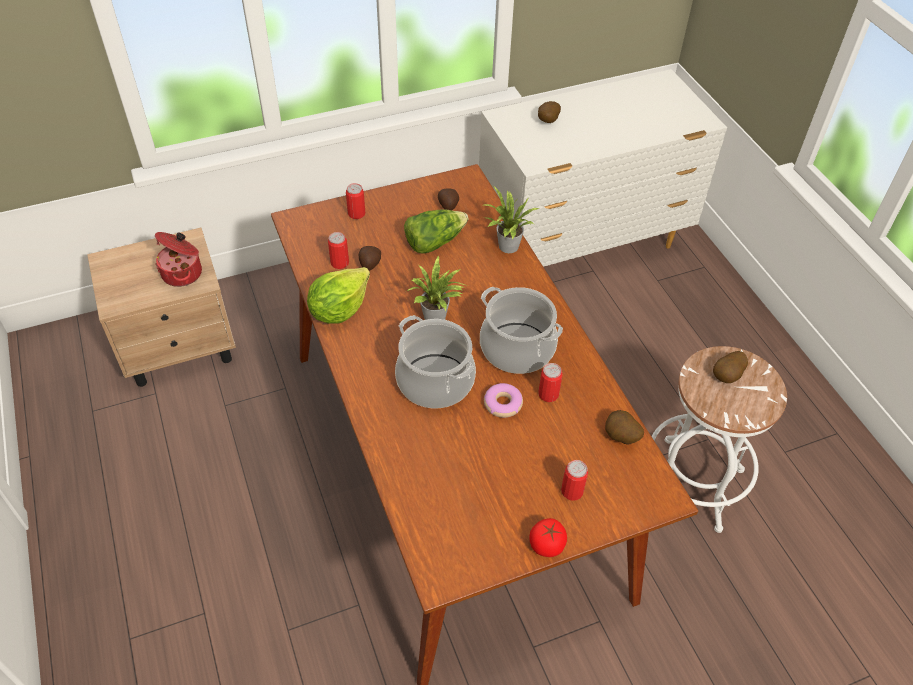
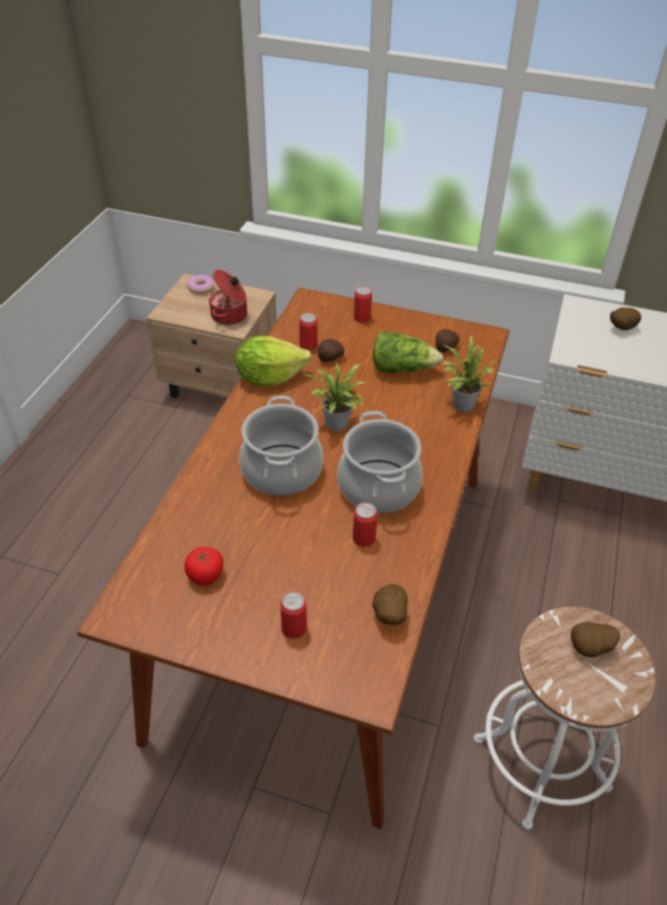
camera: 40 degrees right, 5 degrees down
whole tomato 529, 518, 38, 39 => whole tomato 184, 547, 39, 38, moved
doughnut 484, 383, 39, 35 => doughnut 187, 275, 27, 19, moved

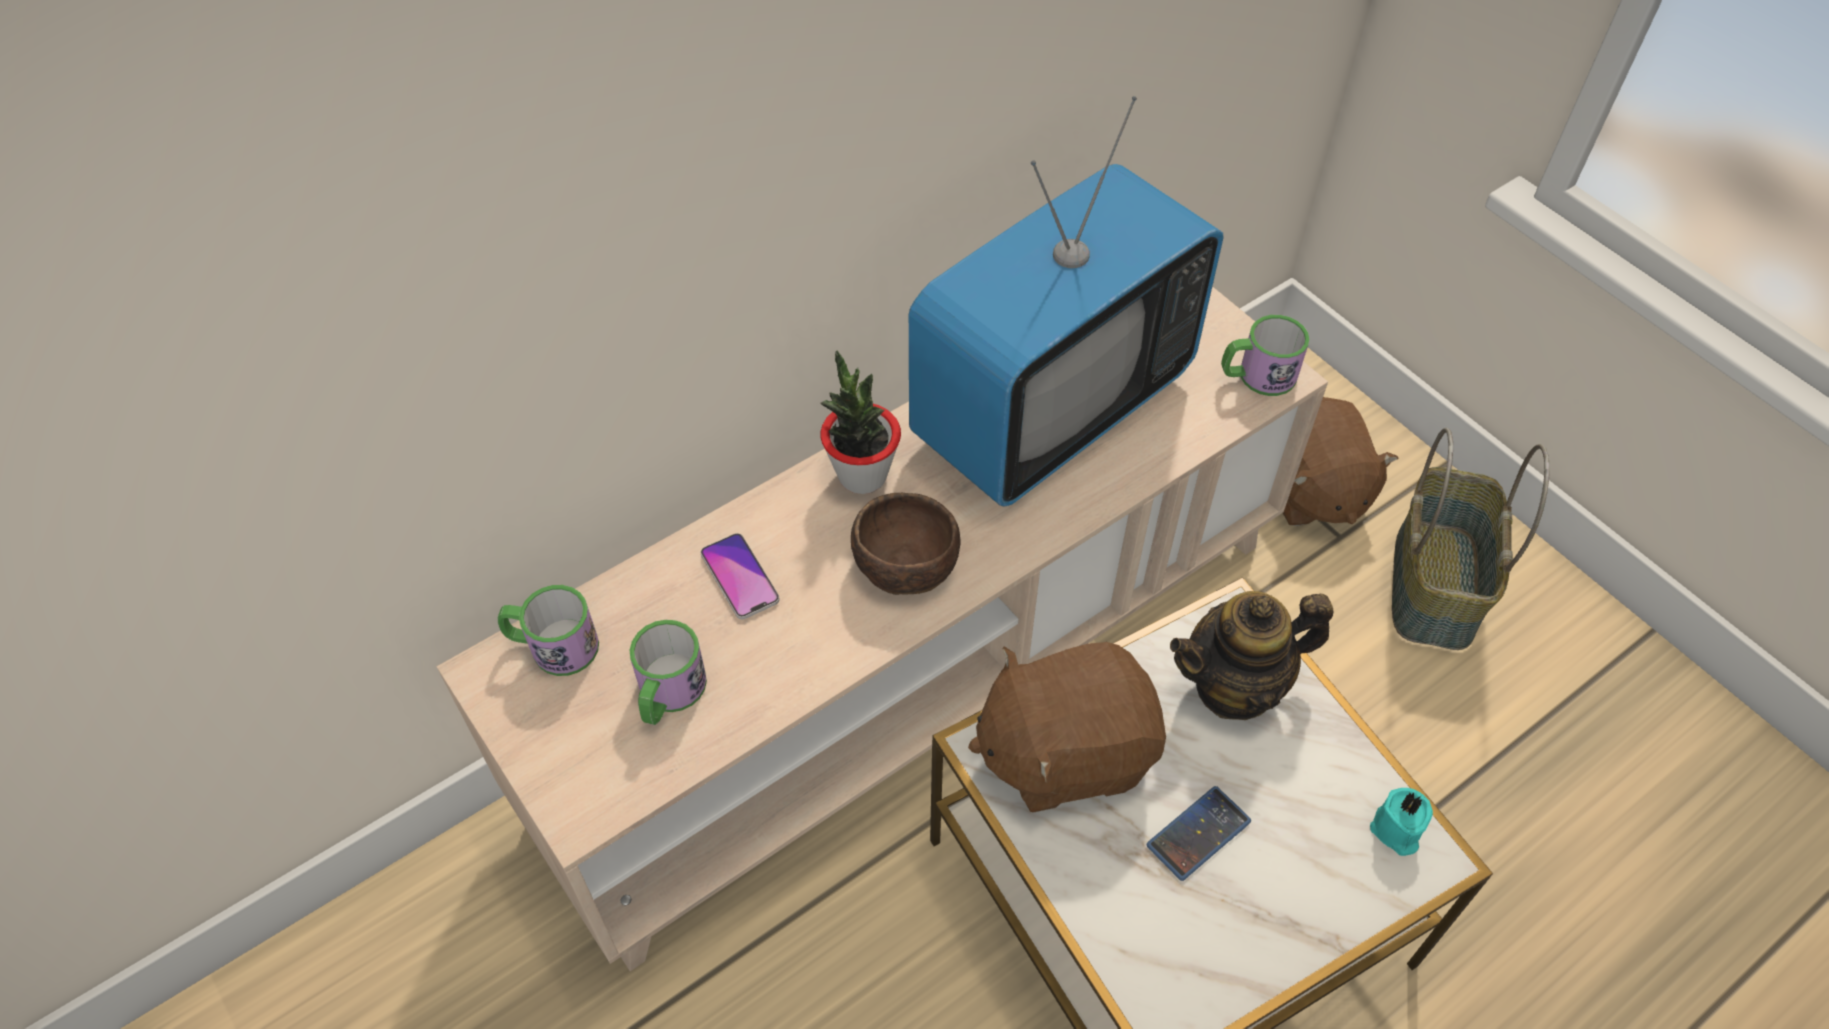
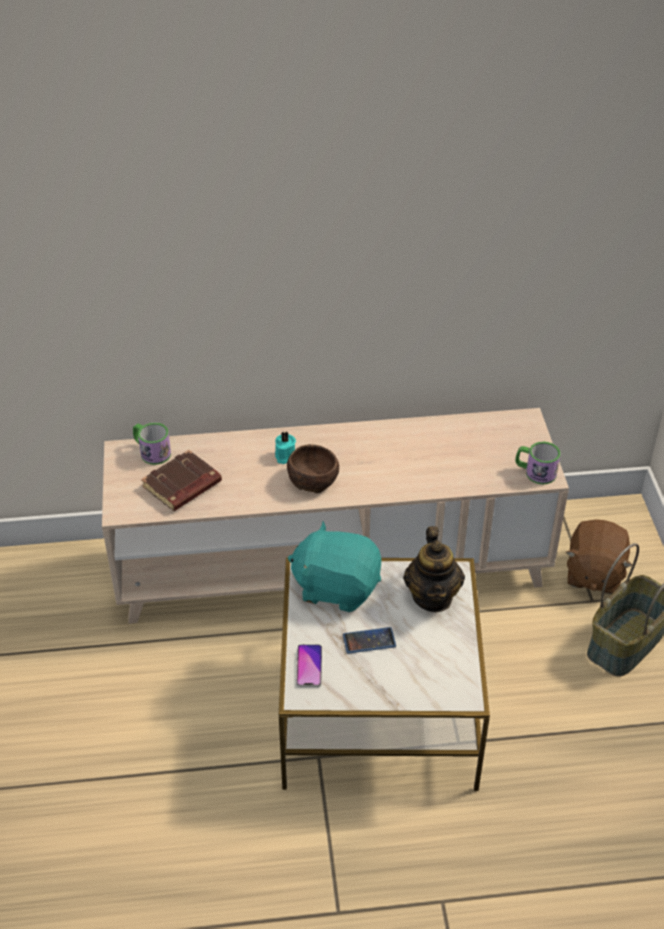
camera: 30 degrees right, 10 degrees down
mug 630, 620, 77, 105 => book in brownish 141, 450, 81, 61
candle in blue-green 1370, 788, 63, 68 => candle in blue-green 275, 431, 21, 33, moved
soft toy in brownish 968, 642, 198, 171 => soft toy in blue-green 288, 521, 93, 91
phone 701, 533, 79, 86 => phone 296, 644, 26, 43, moved
teapot 1170, 591, 163, 129 => teapot 403, 526, 62, 86, 105 degrees counterclockwise
houseplant 820, 350, 81, 144 => nothing
TV set 909, 96, 314, 411 => nothing

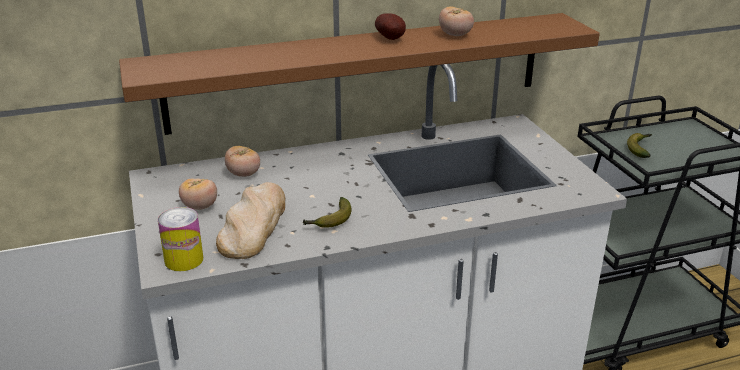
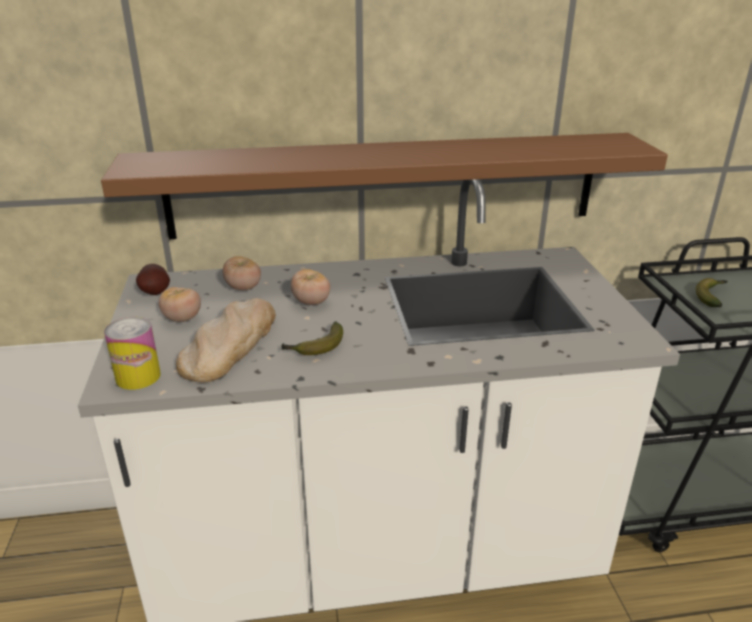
camera: 10 degrees right, 0 degrees up
spud 375, 13, 31, 27 => spud 136, 264, 34, 31, moved
whole tomato 439, 7, 35, 29 => whole tomato 291, 269, 39, 36, moved

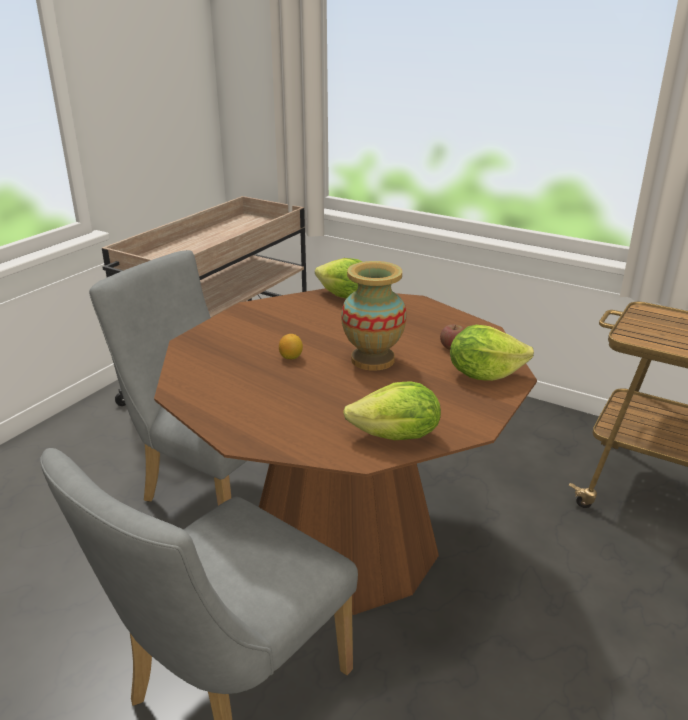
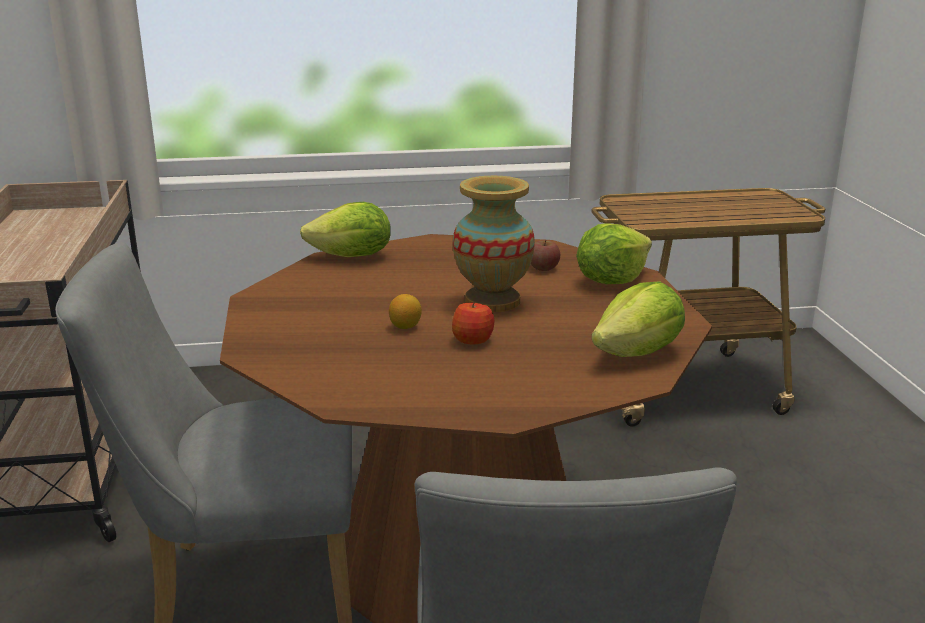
camera: 40 degrees left, 5 degrees down
nothing => apple fruit 452, 299, 42, 46

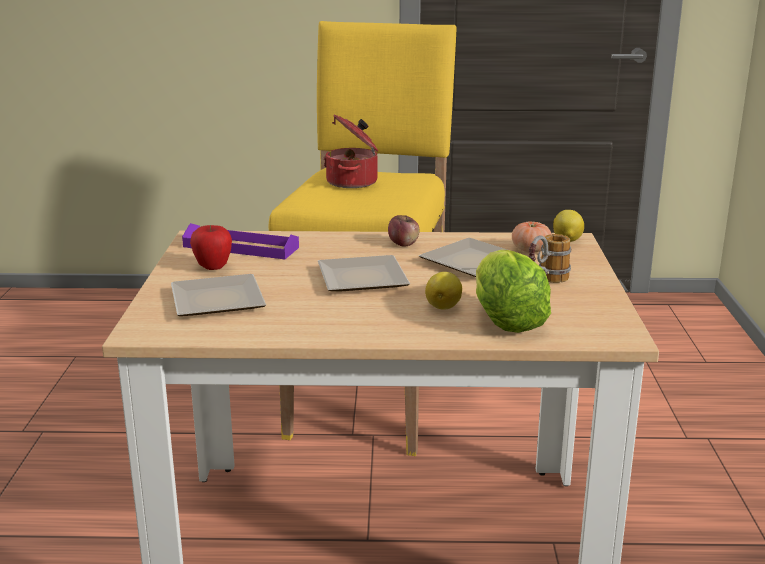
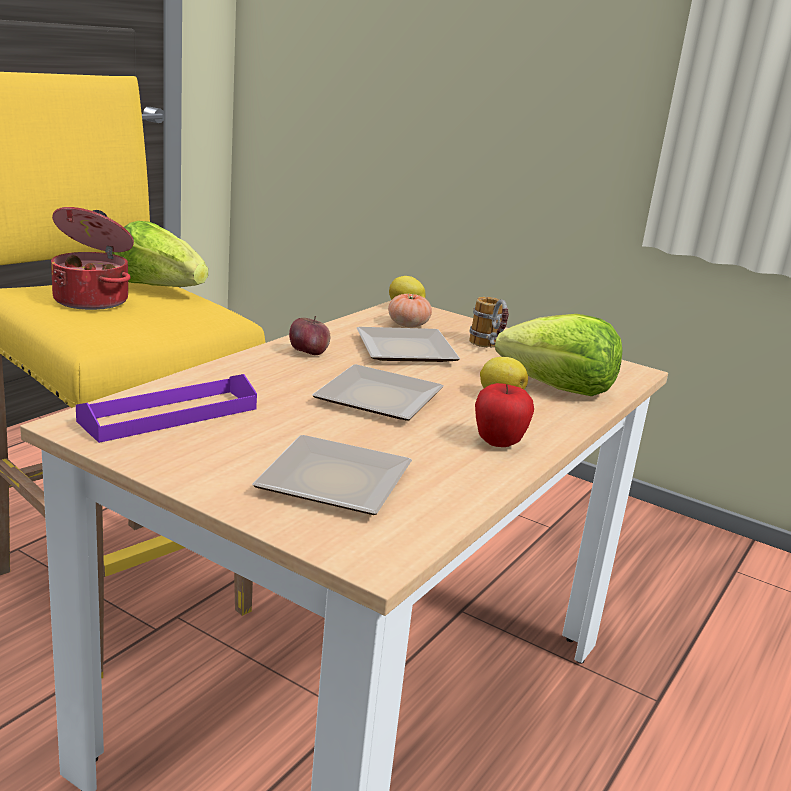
camera: 60 degrees left, 0 degrees up
nothing => lettuce 112, 221, 96, 66
apple fruit 190, 225, 42, 45 => apple fruit 475, 383, 59, 64, moved

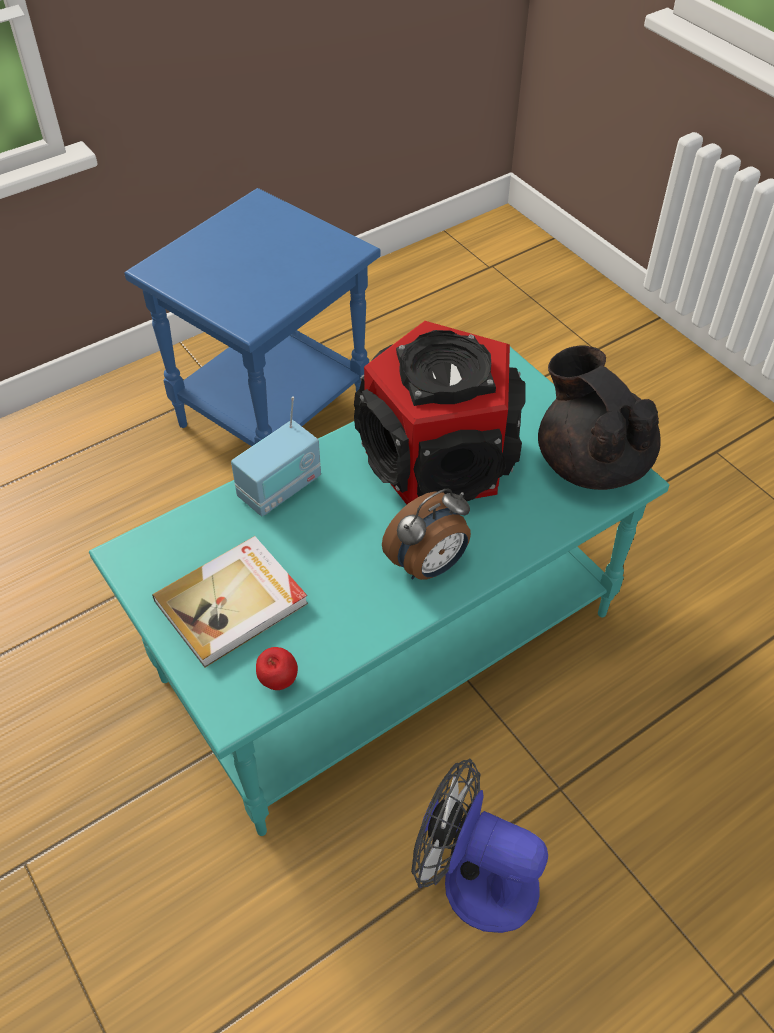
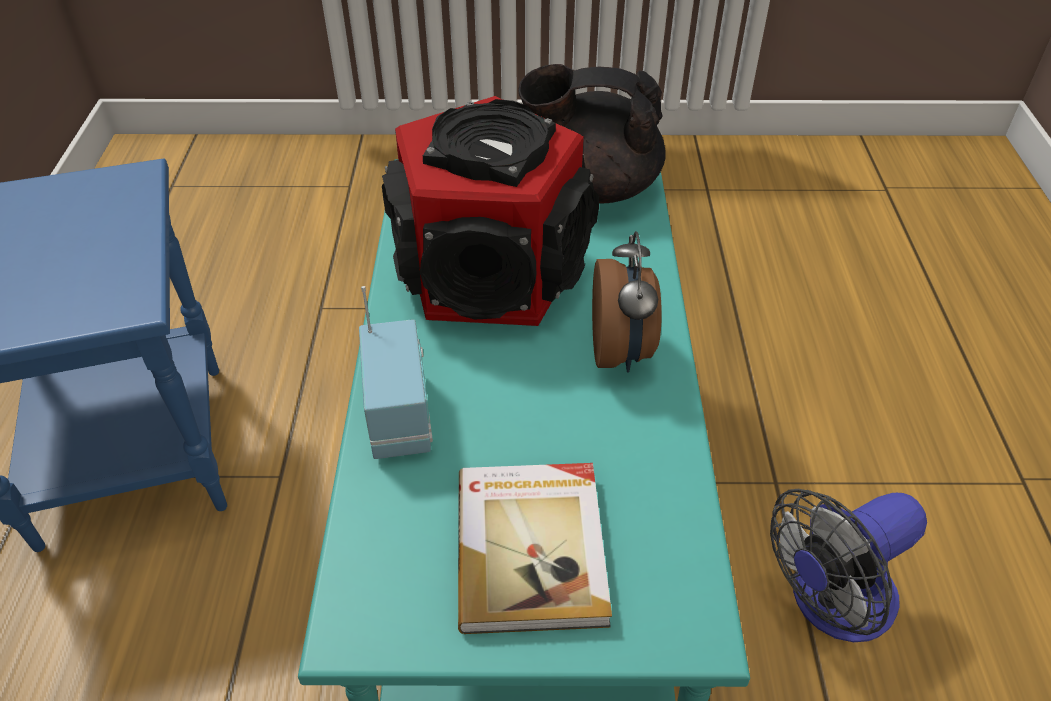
camera: 55 degrees left, 5 degrees down
apple fruit 256, 647, 42, 43 => nothing

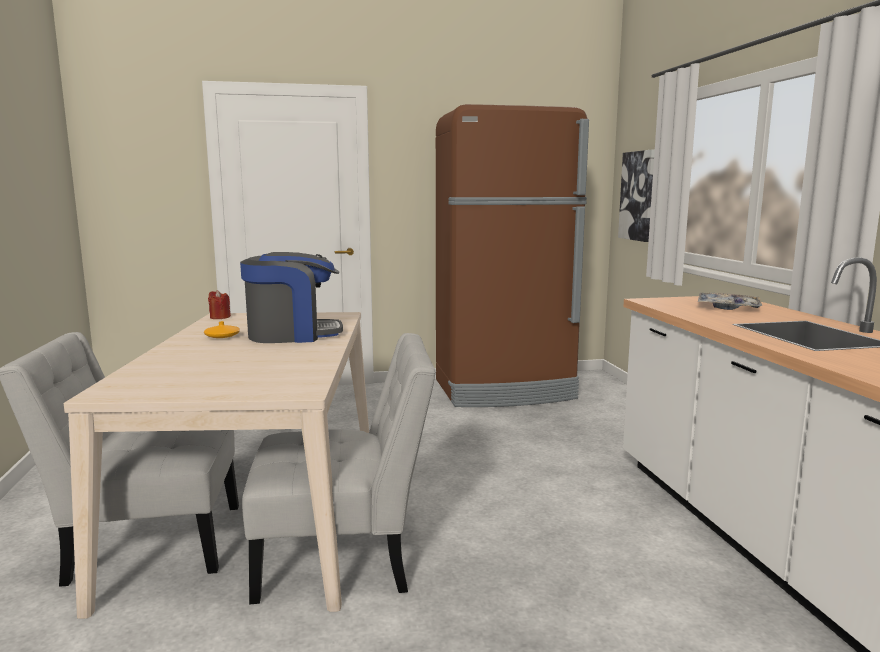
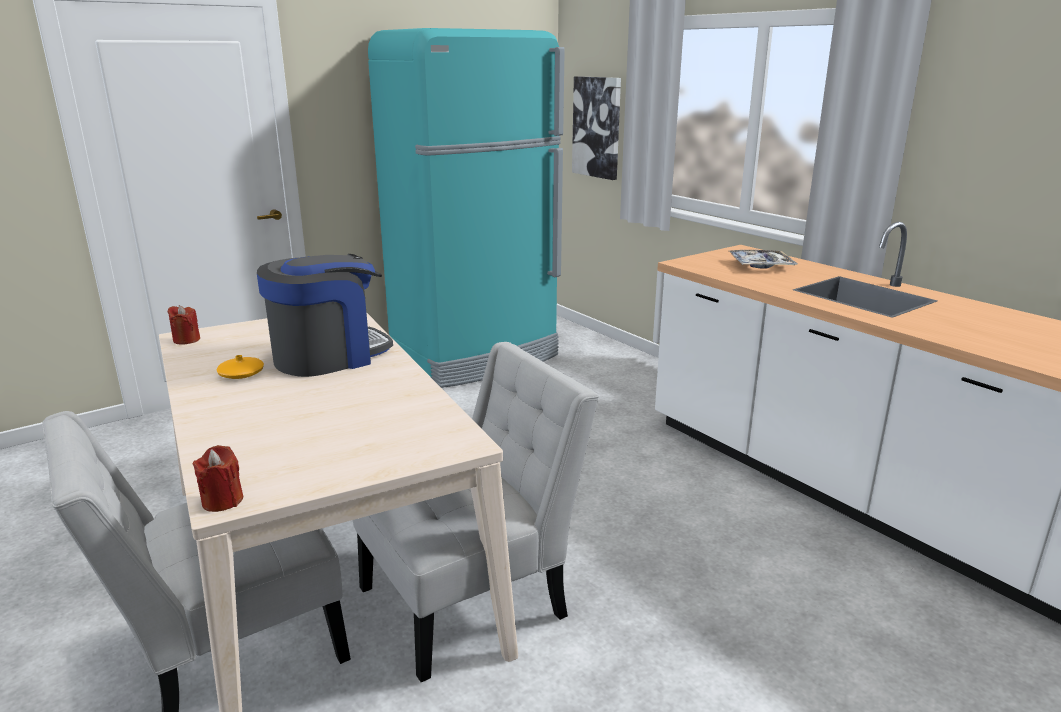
camera: 25 degrees left, 10 degrees up
nothing => candle in red-coloured 193, 445, 51, 67
refrigerator in brownish 436, 104, 153, 303 => refrigerator in blue-green 368, 28, 197, 360

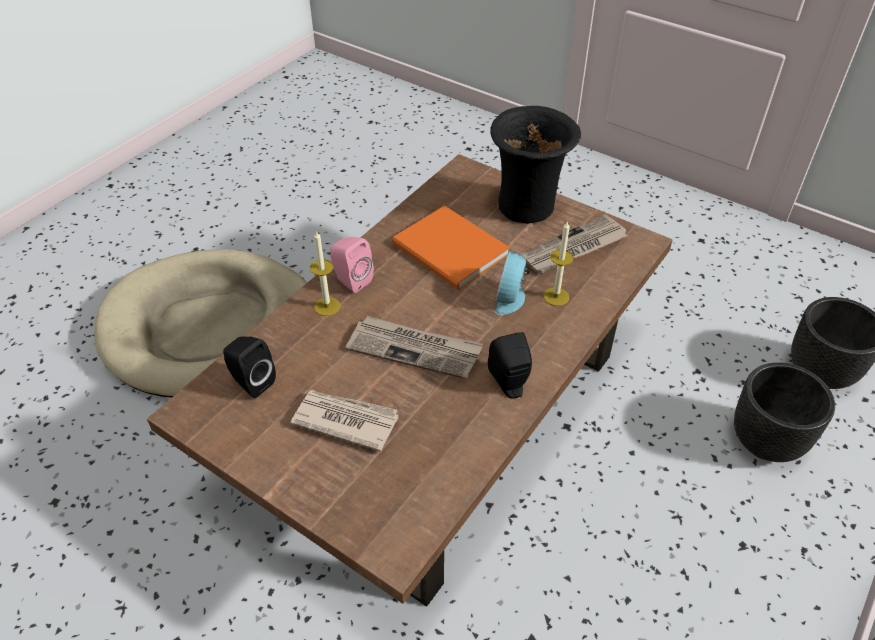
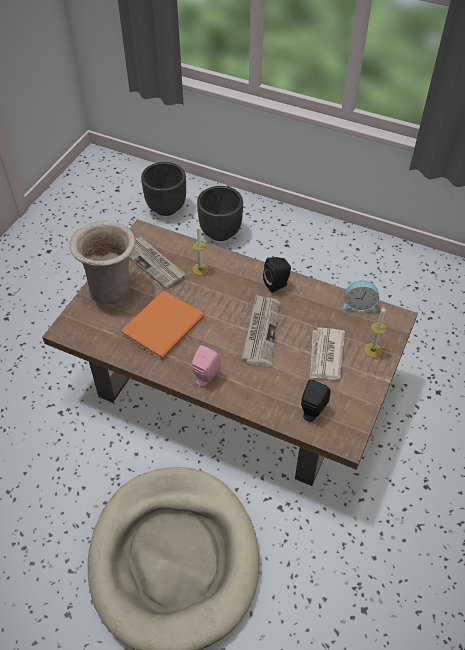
camera: 100 degrees left, 5 degrees up
decorative vase in black 490, 106, 91, 118 => decorative vase in sand-coloured 69, 220, 67, 84
table clock 495, 251, 34, 64 => table clock 342, 280, 37, 32, moved
candle 310, 230, 30, 86 => candle 364, 308, 23, 50, moved

